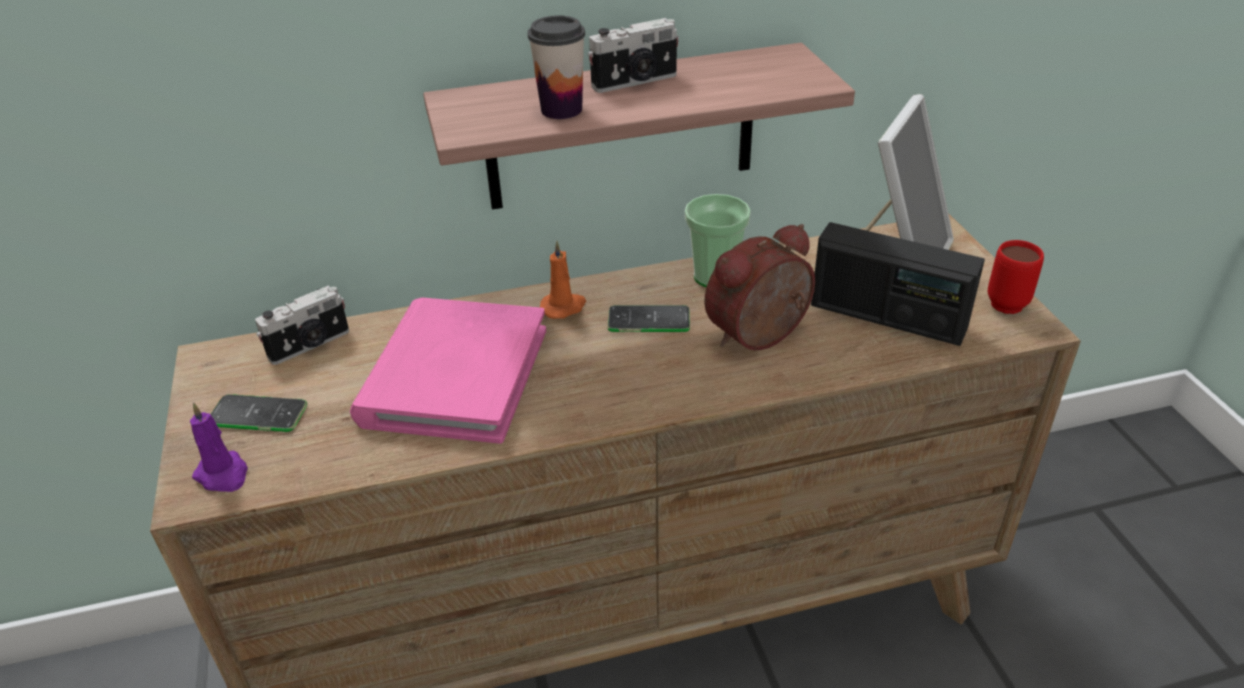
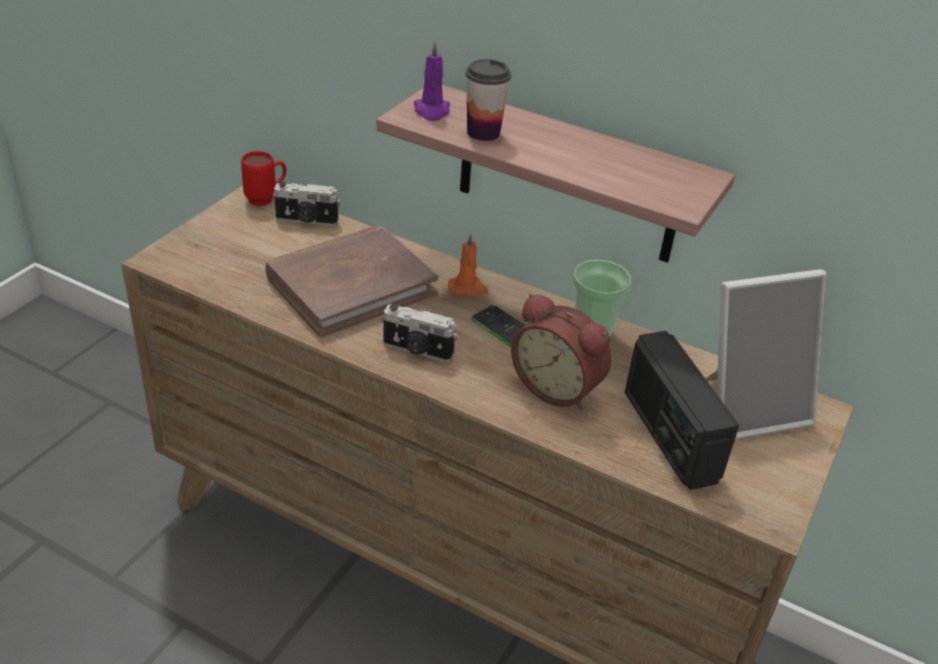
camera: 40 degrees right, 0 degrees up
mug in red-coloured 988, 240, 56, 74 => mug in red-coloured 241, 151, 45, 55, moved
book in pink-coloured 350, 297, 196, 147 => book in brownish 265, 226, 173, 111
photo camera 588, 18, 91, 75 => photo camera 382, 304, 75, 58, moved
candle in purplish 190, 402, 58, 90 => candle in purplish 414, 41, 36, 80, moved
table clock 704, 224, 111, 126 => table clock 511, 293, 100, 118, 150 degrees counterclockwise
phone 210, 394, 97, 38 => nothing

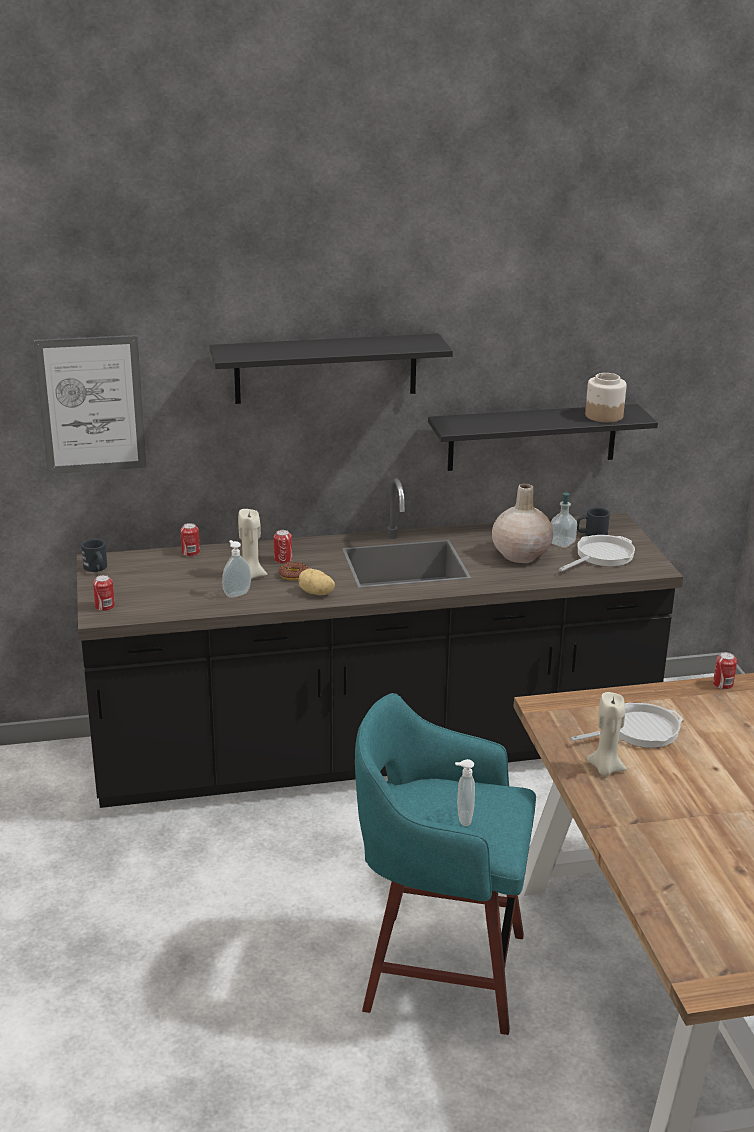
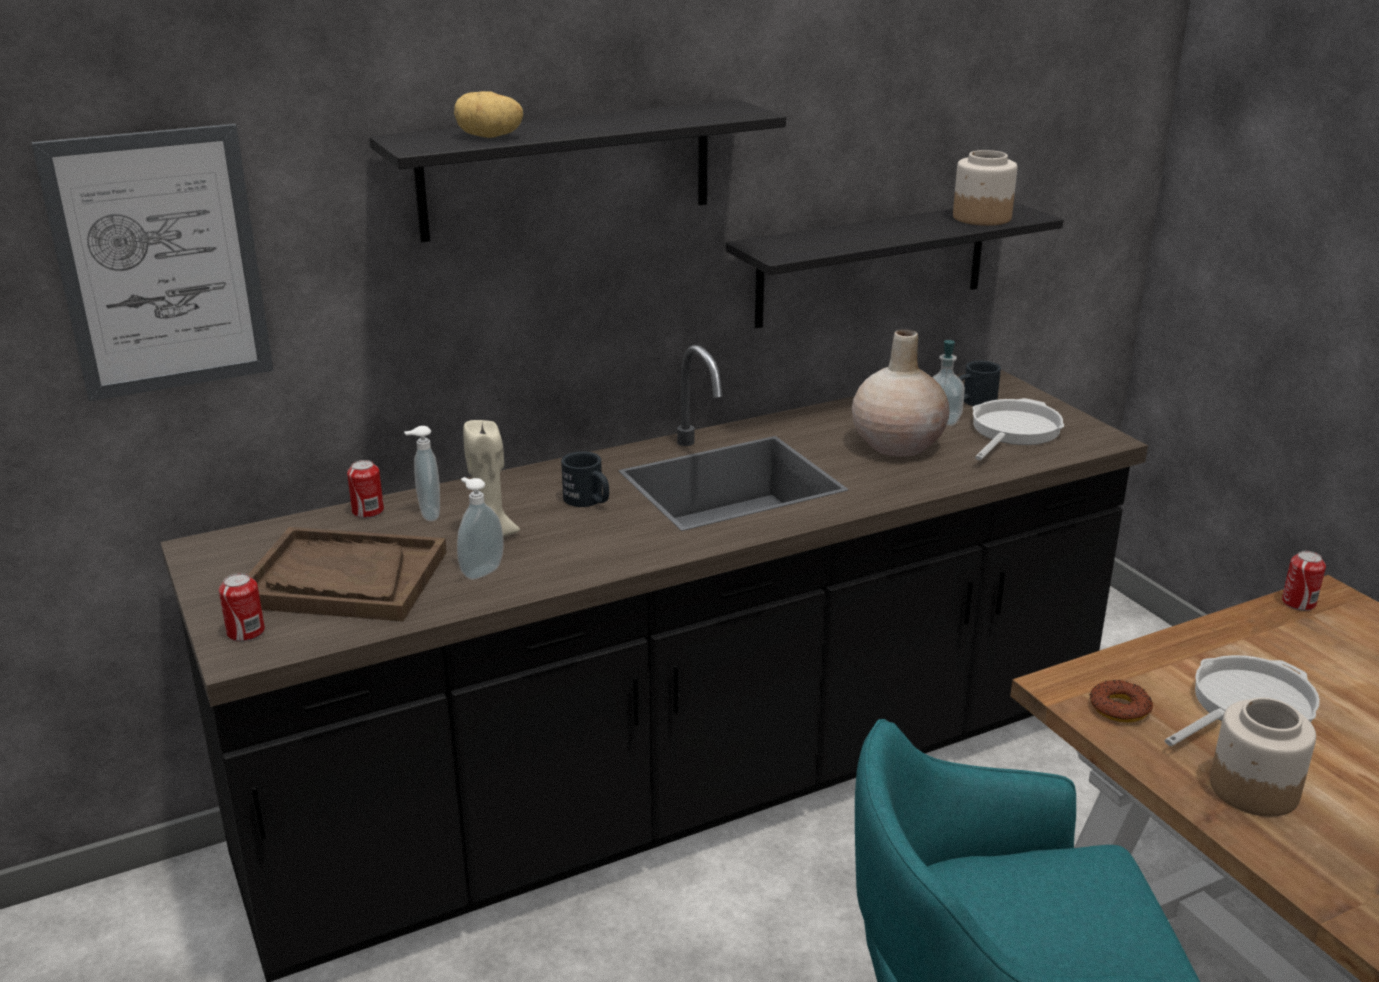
camera: 15 degrees left, 0 degrees up
nothing => carrying tray in brownish 248, 527, 199, 94
liquid soap bottle 455, 759, 20, 67 => liquid soap bottle 404, 426, 36, 95, moved
spud 299, 568, 36, 27 => spud 454, 91, 69, 47, moved
mug in black 81, 539, 26, 33 => mug in black 561, 451, 48, 56, moved
doughnut 278, 562, 30, 18 => doughnut 1089, 680, 64, 42, moved
candle in sand-coloured 586, 692, 41, 84 => storage jar 1210, 697, 106, 120
metal can 274, 530, 18, 34 => nothing

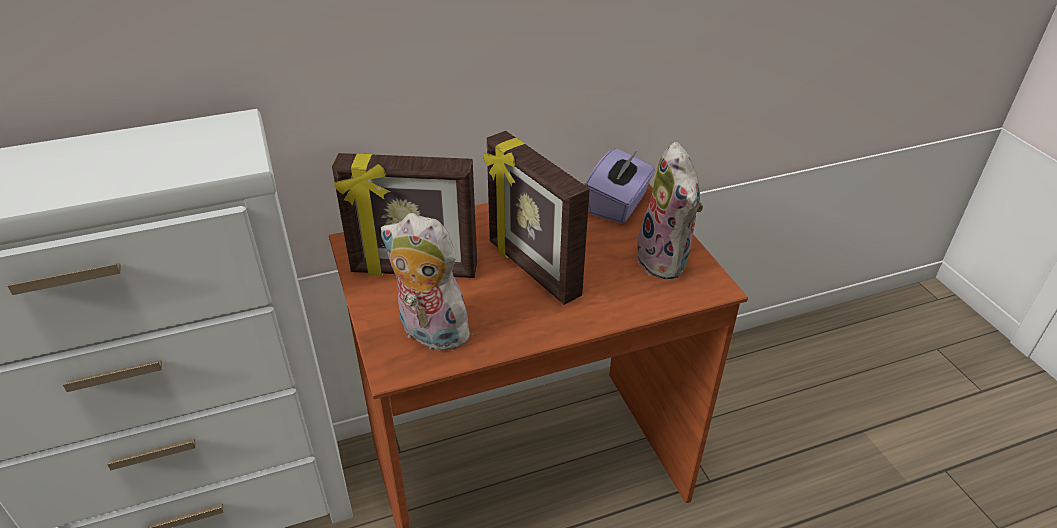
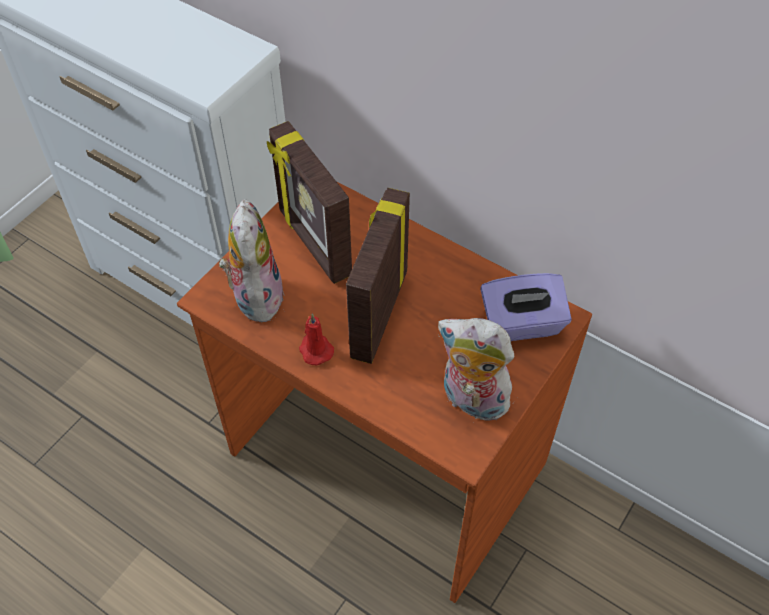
camera: 55 degrees right, 15 degrees up
nothing => candle in red-coloured 299, 314, 35, 51
soft toy 637, 142, 67, 137 => soft toy 438, 318, 80, 102, 75 degrees clockwise

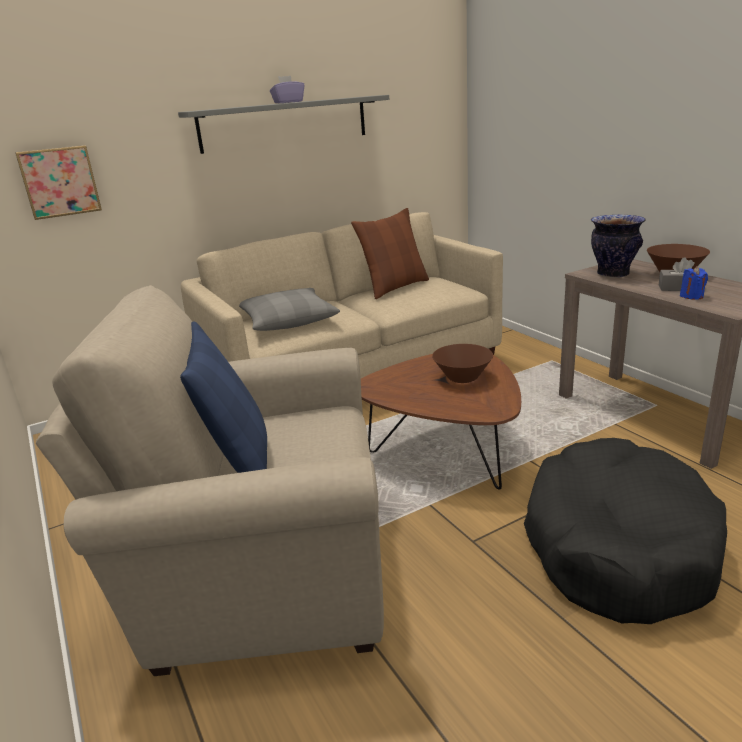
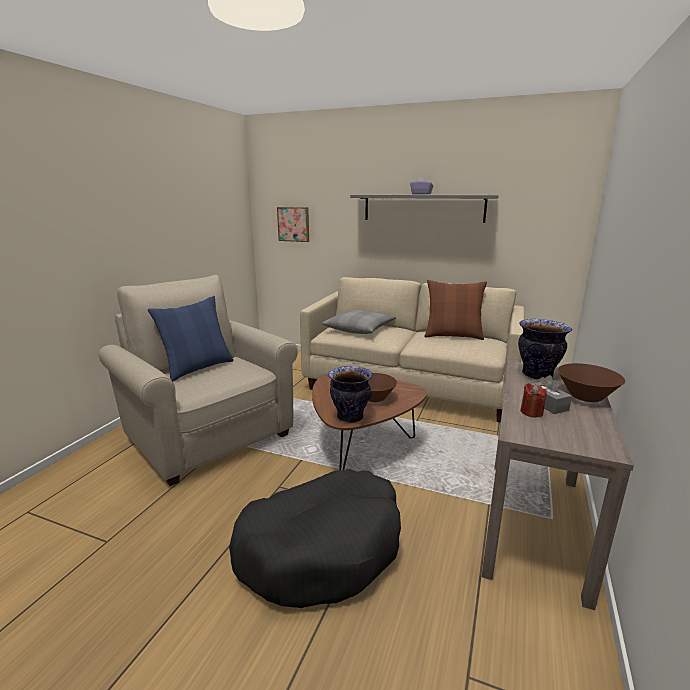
camera: 50 degrees right, 5 degrees down
nothing => decorative vase 328, 366, 44, 57
candle in blue-coloured 680, 266, 28, 34 => candle in red-coloured 521, 383, 26, 34

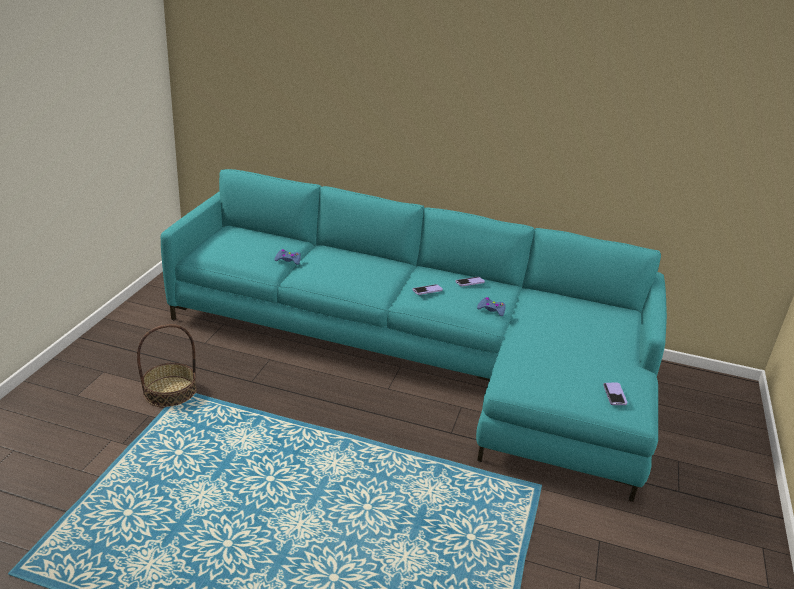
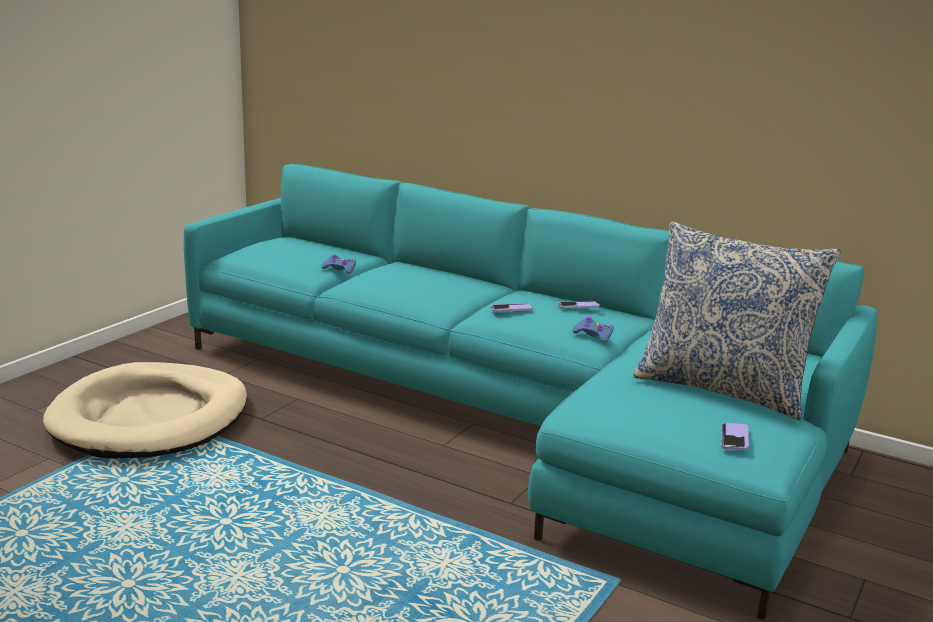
camera: 15 degrees right, 10 degrees down
basket 137, 324, 60, 84 => dog cushion in sand-coloured 43, 362, 204, 97
nothing => cushion 633, 221, 208, 199

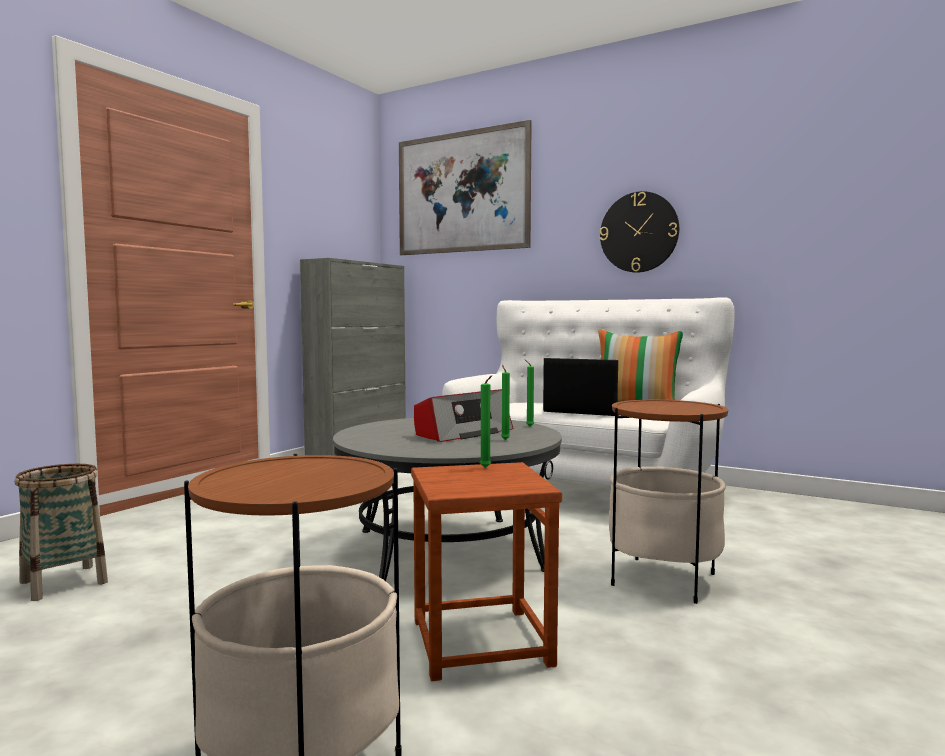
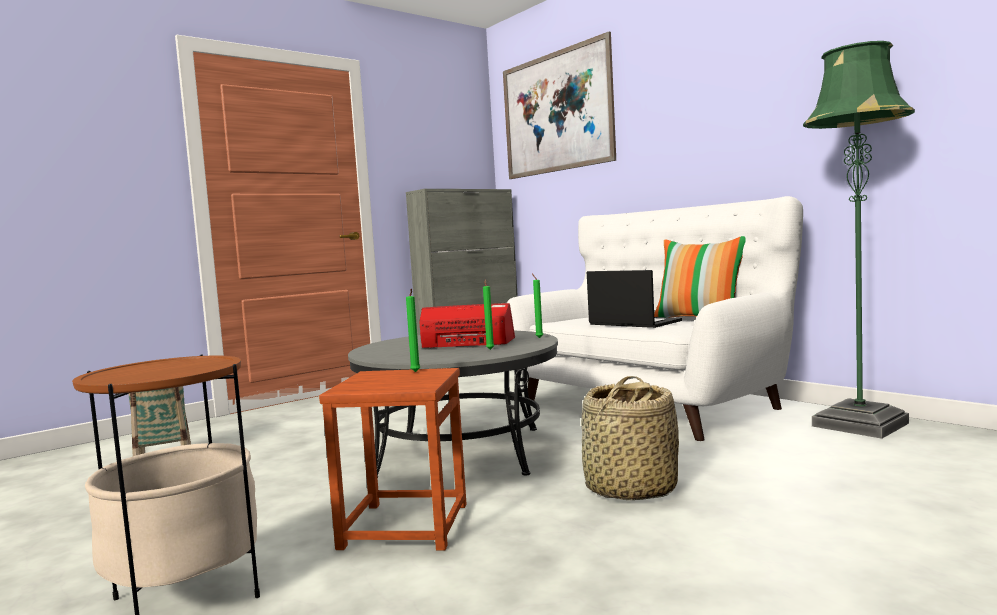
camera: 20 degrees right, 0 degrees up
radio 414, 389, 99, 53 => radio 419, 303, 96, 45, 150 degrees counterclockwise
accent table 609, 399, 120, 205 => basket 581, 376, 98, 124
nothing => standard lamp in green 803, 41, 112, 398
hanging clock 600, 191, 79, 82 => nothing

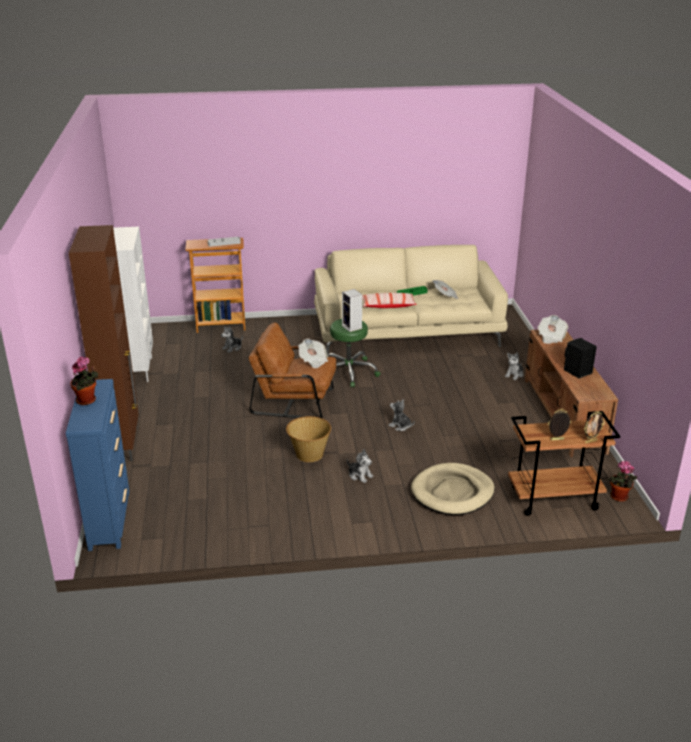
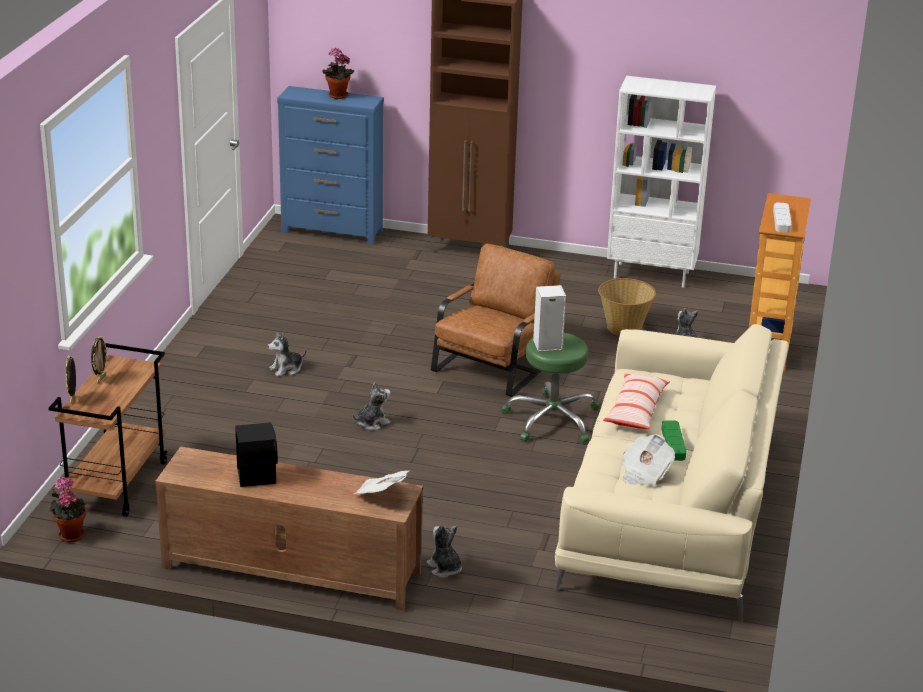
camera: 110 degrees right, 0 degrees up
basket 286, 416, 45, 46 => basket 598, 278, 58, 57, moved
daily paper 298, 339, 30, 30 => nothing
dog cushion in sand-coloured 411, 463, 84, 52 => nothing

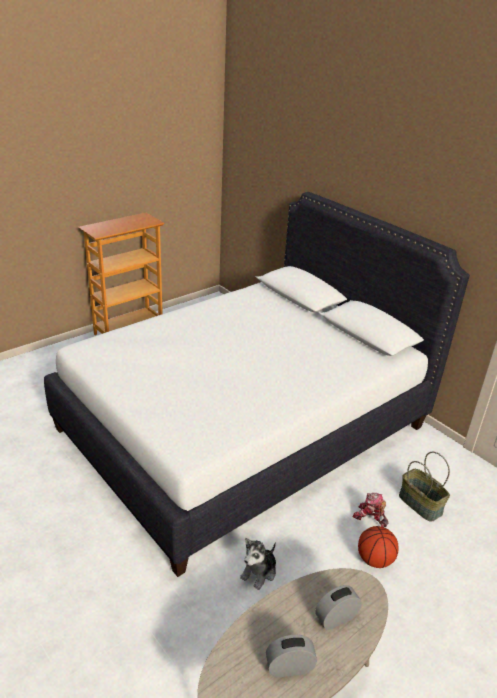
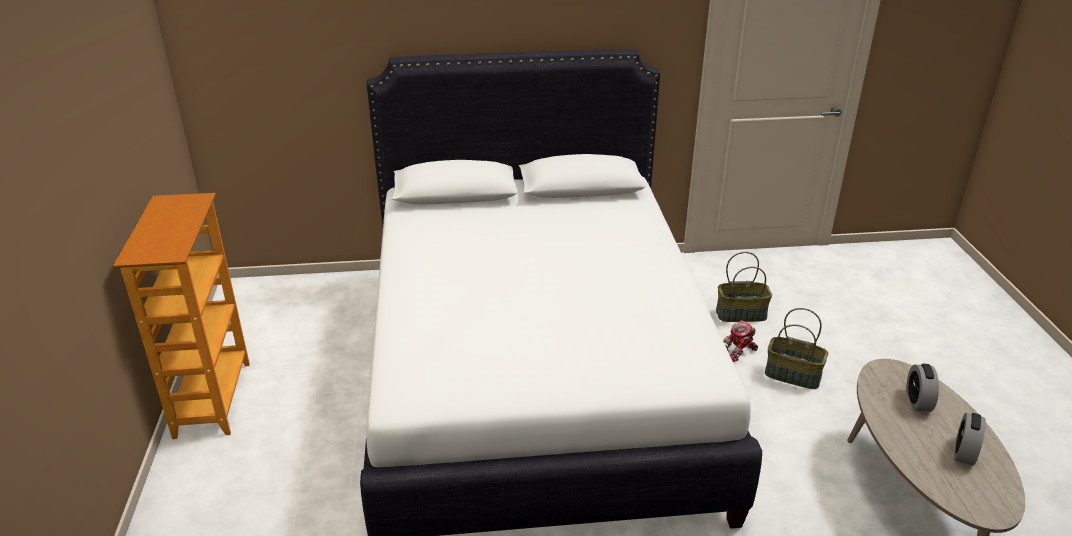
camera: 55 degrees left, 0 degrees up
basketball 358, 526, 41, 42 => basket 765, 308, 63, 81
soft toy 240, 538, 36, 52 => nothing

